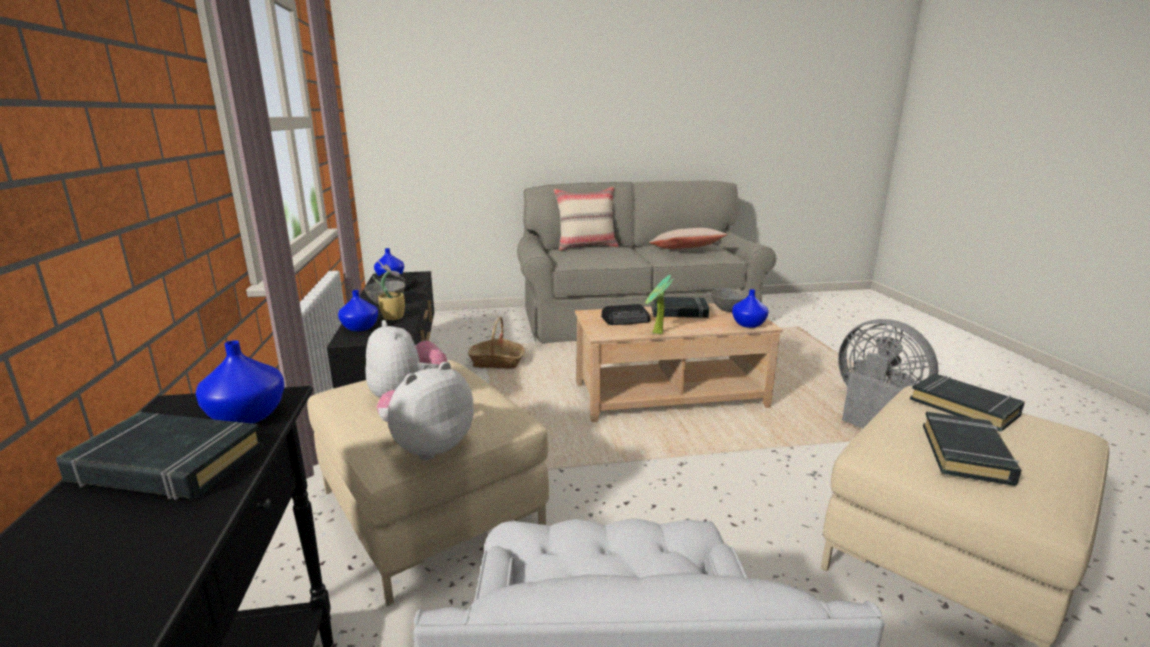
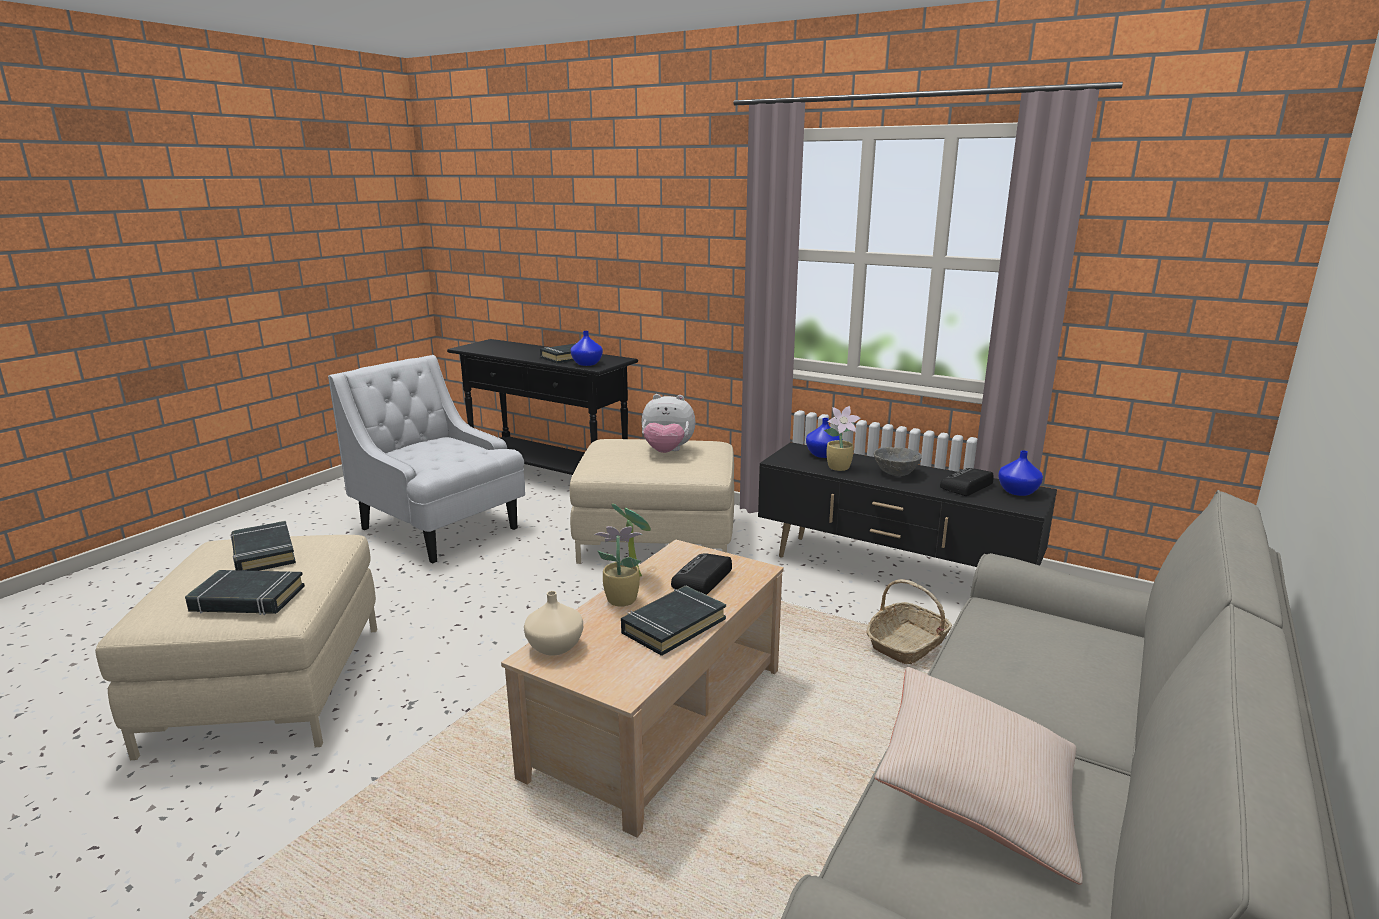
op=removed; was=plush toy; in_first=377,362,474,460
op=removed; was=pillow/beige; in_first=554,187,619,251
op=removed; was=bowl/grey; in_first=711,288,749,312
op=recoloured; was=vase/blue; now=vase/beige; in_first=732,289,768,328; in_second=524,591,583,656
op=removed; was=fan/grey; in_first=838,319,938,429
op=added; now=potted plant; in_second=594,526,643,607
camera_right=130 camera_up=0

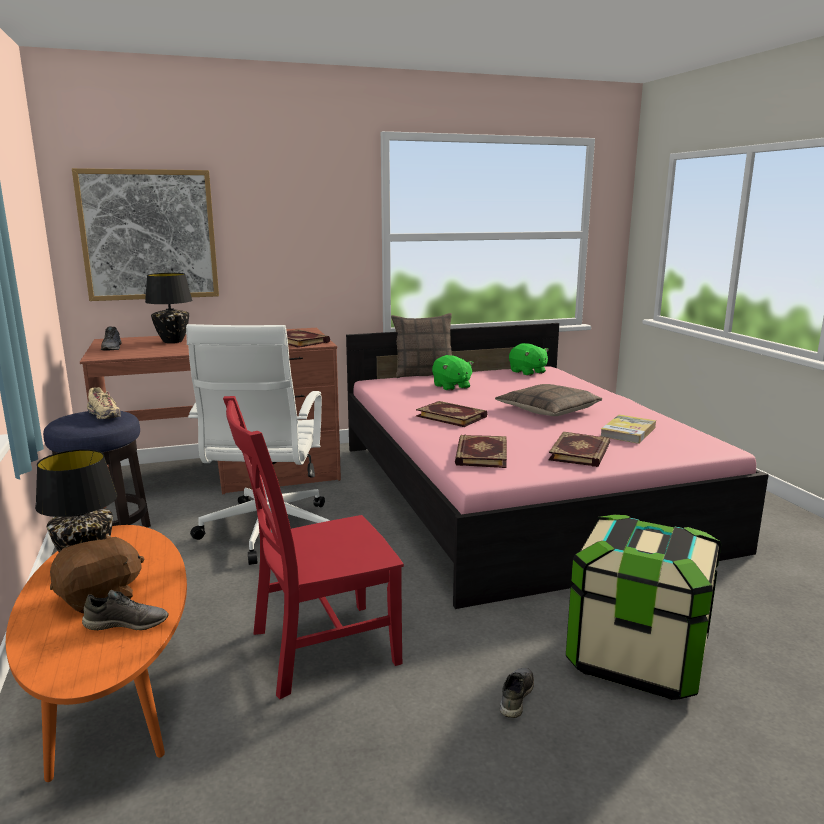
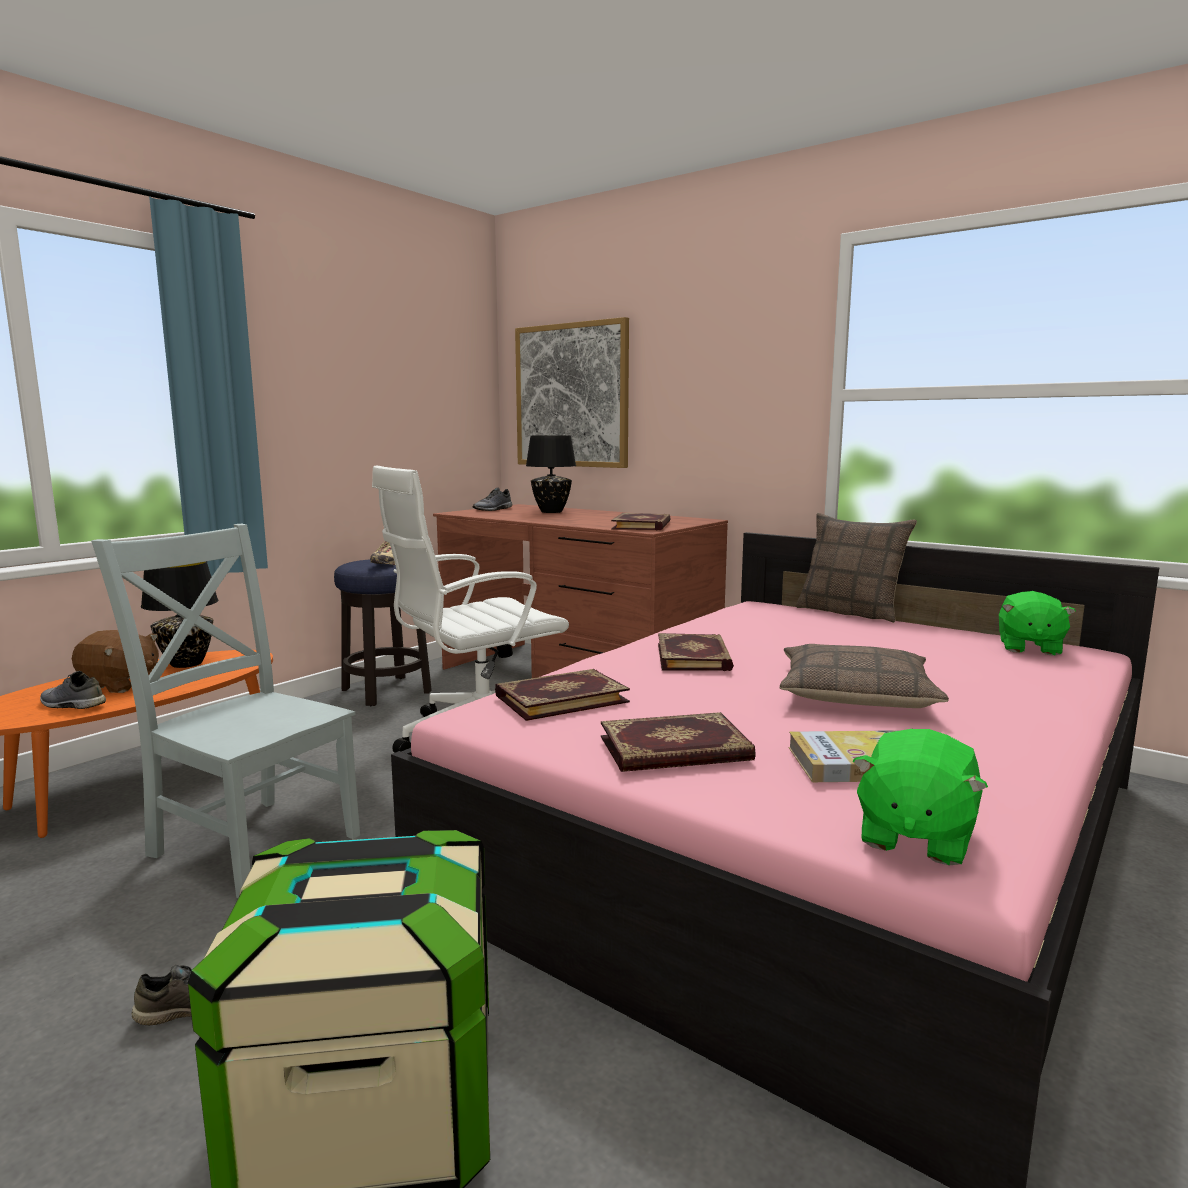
op=turned; was=shoe/grey; in_first=82,590,169,630; in_second=40,671,106,709; clockwise=150
op=recoloured; was=chair/red; now=chair/grey; in_first=223,396,404,699; in_second=91,524,360,898
op=moved; was=plush toy/green; in_first=432,355,474,391; in_second=852,729,988,866
camera_right=55 camera_up=-5

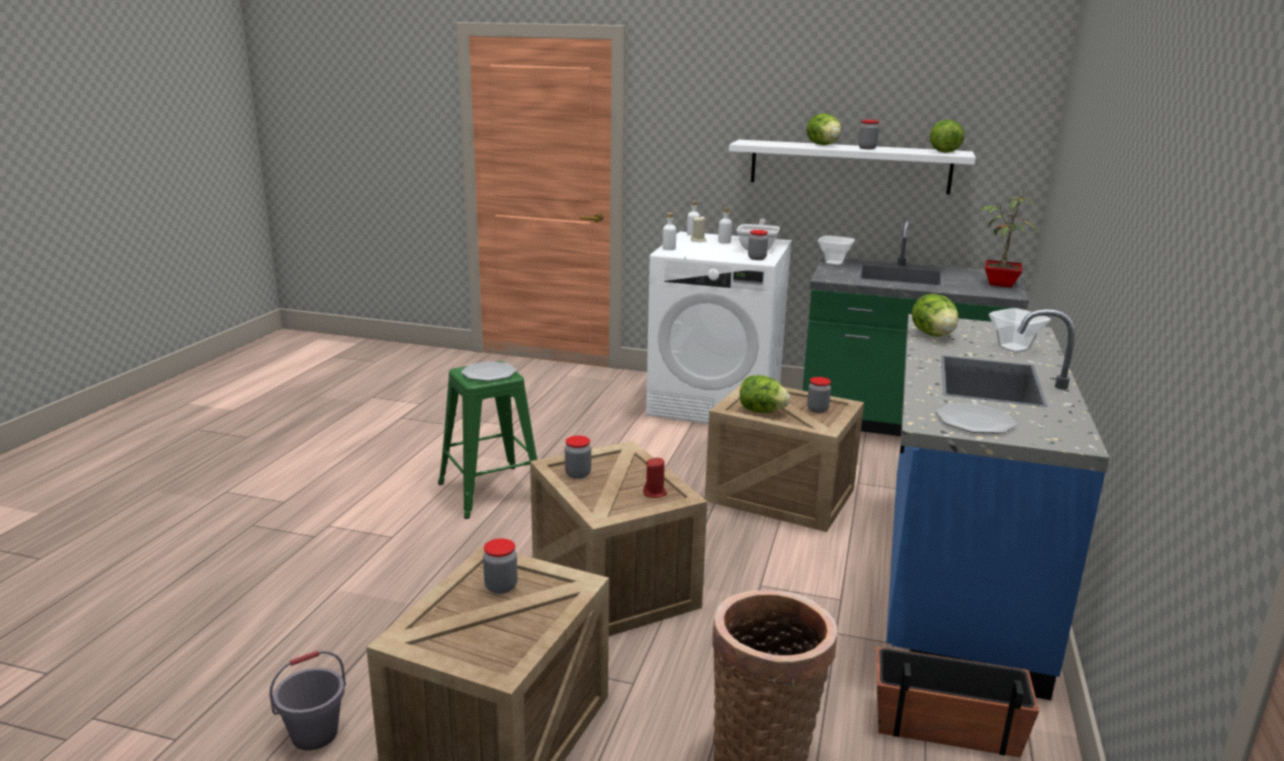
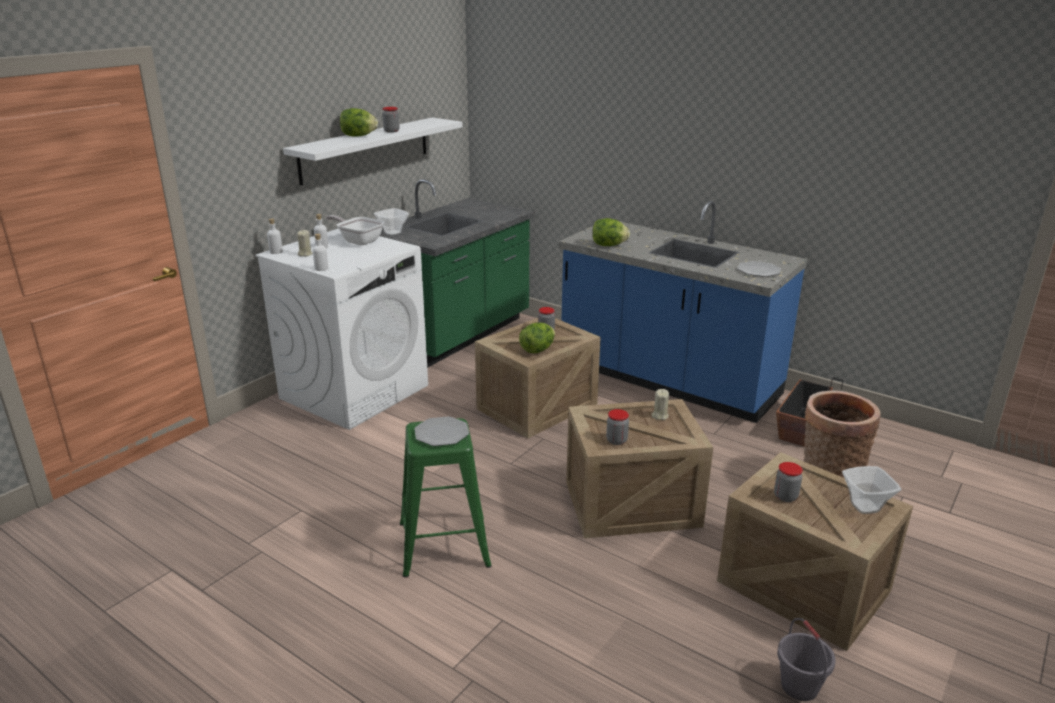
op=recoloured; was=candle/red; now=candle/beige; in_first=643,458,667,498; in_second=652,389,669,420
op=removed; was=jar; in_first=748,230,768,260
op=removed; was=lettuce; in_first=930,119,965,153
op=removed; was=potted plant; in_first=980,191,1038,287
op=moved; was=bowl; in_first=989,308,1051,353; in_second=842,466,901,514
camera_right=-70 camera_up=5

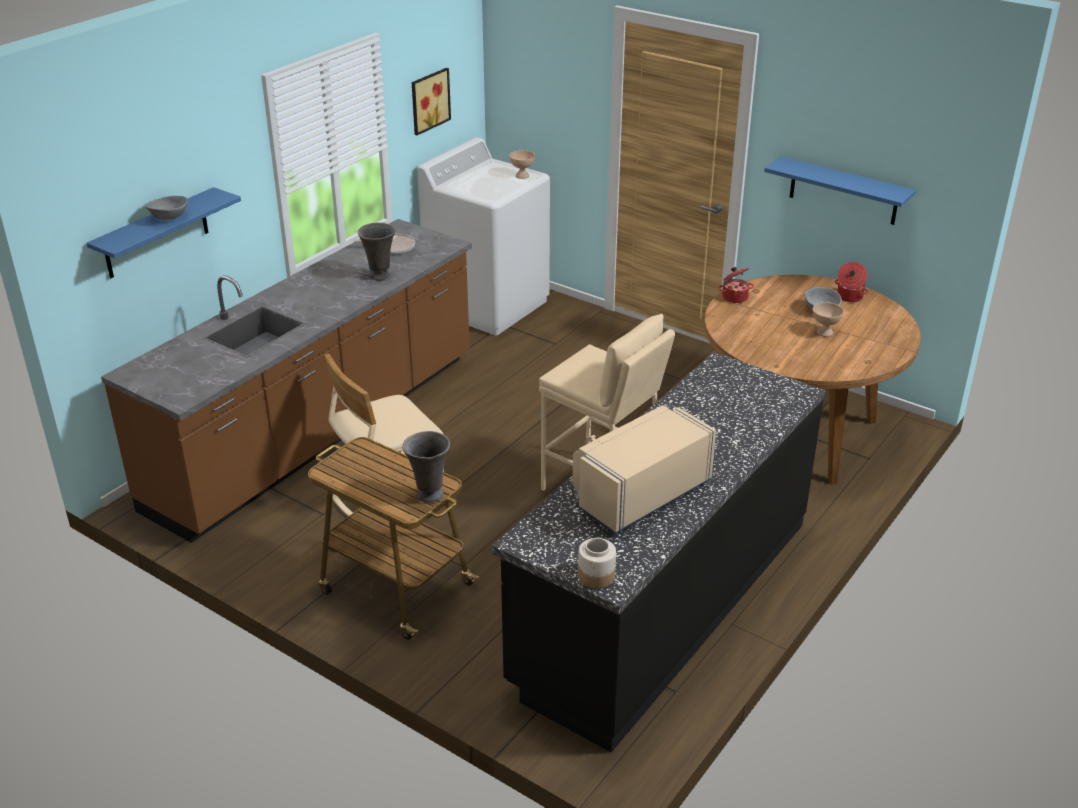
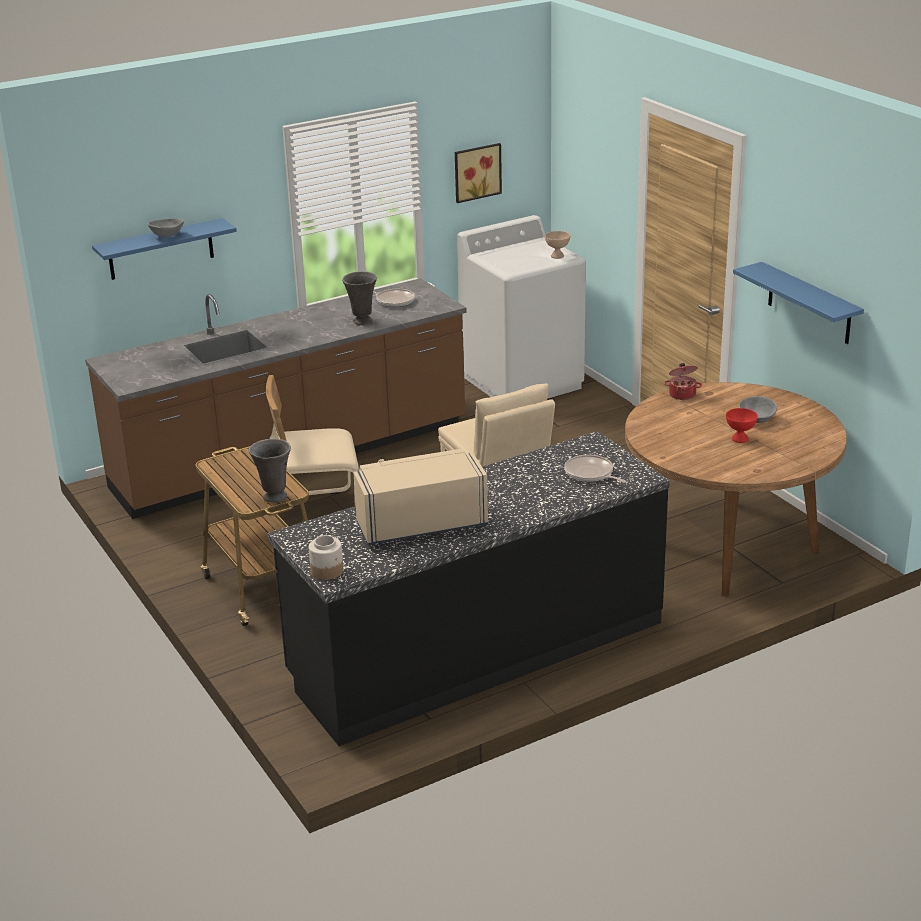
op=recoloured; was=bowl/beige; now=bowl/red; in_first=813,302,844,337; in_second=726,408,758,443
op=removed; was=cooking pot; in_first=835,262,868,302
op=added; now=frying pan; in_second=564,455,626,483
camera_right=25 camera_up=-5

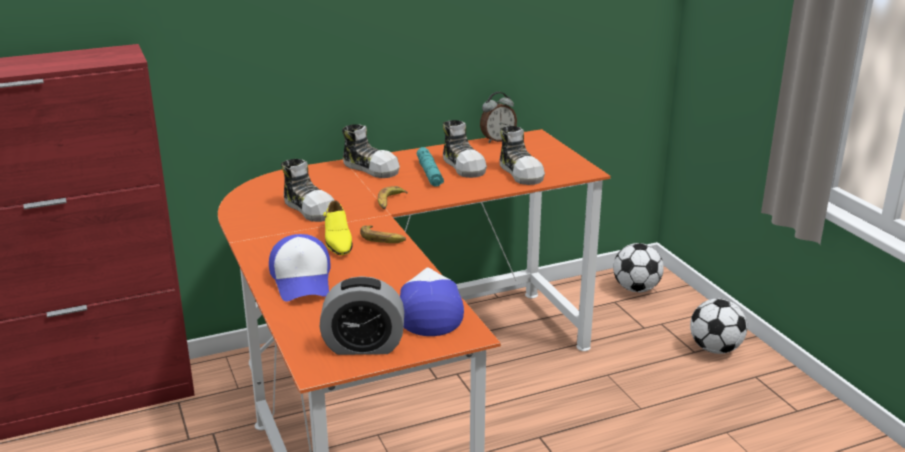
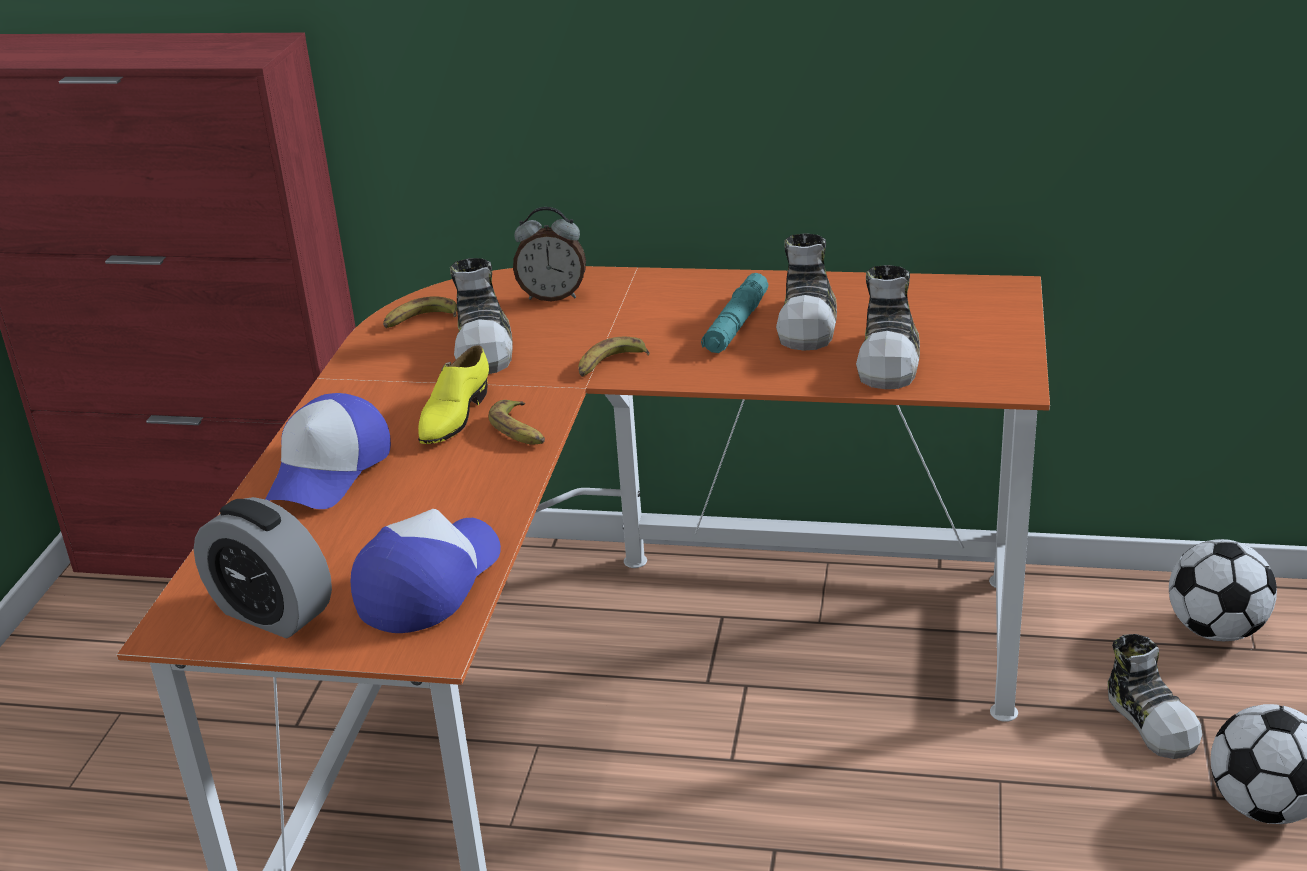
op=moved; was=shoe; in_first=342,124,400,178; in_second=1107,634,1203,759
op=moved; was=alarm clock; in_first=480,92,517,143; in_second=513,207,586,302
op=added; now=banana; in_second=383,296,457,328
camera_right=35 camera_up=5

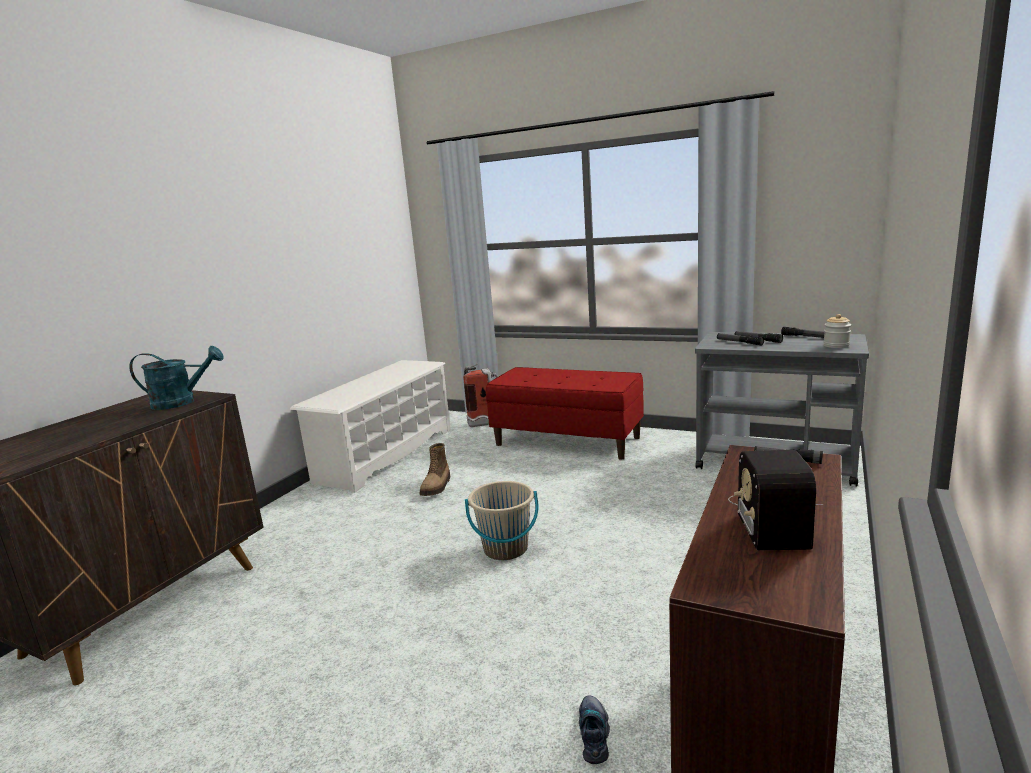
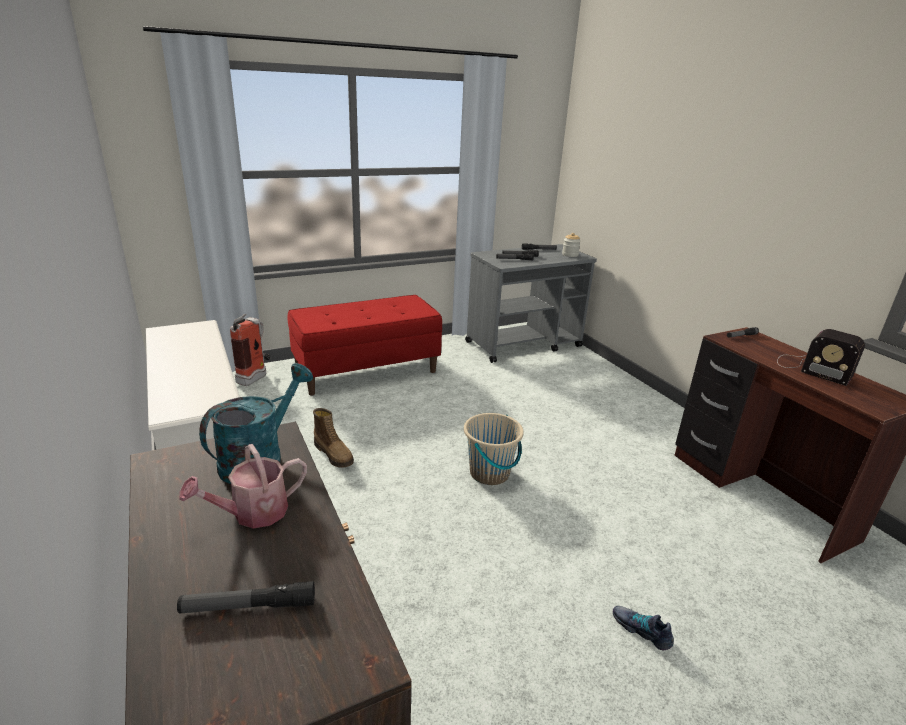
op=moved; was=shoe; in_first=579,695,610,764; in_second=613,606,674,650
op=added; now=flashlight; in_second=177,581,315,613
op=added; now=watering can; in_second=179,444,307,528
camera_right=-55 camera_up=10

